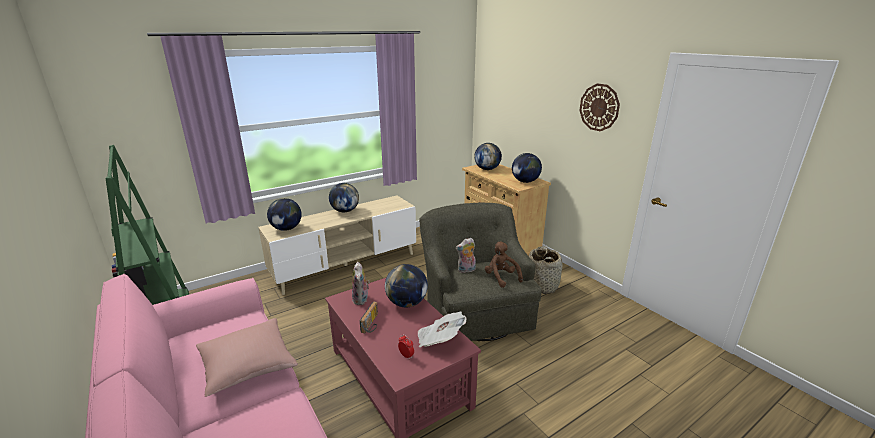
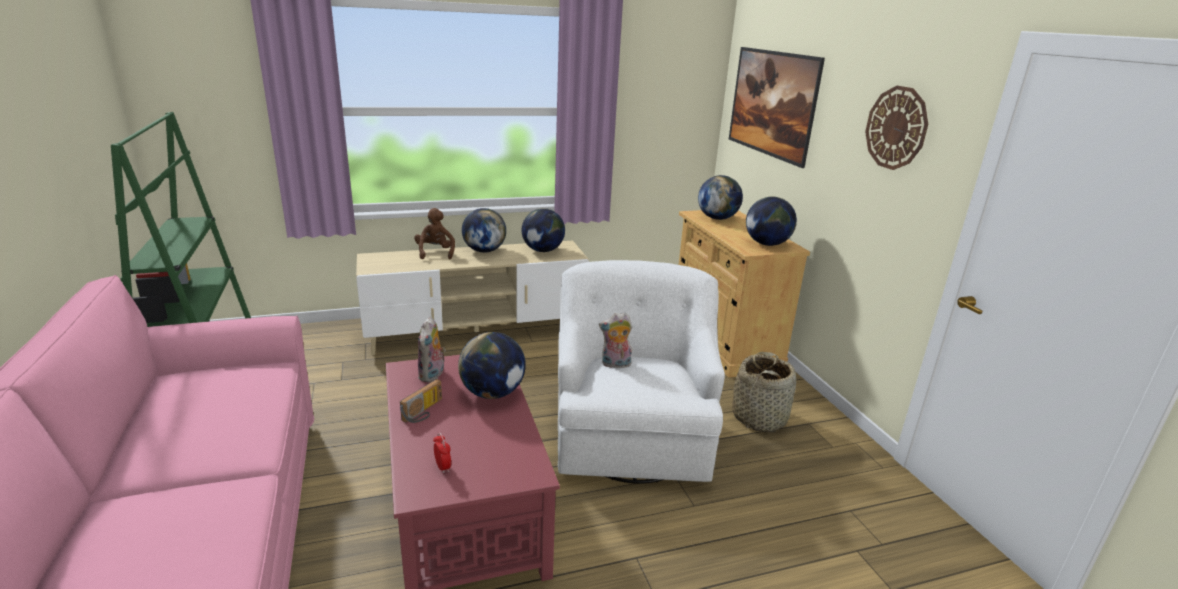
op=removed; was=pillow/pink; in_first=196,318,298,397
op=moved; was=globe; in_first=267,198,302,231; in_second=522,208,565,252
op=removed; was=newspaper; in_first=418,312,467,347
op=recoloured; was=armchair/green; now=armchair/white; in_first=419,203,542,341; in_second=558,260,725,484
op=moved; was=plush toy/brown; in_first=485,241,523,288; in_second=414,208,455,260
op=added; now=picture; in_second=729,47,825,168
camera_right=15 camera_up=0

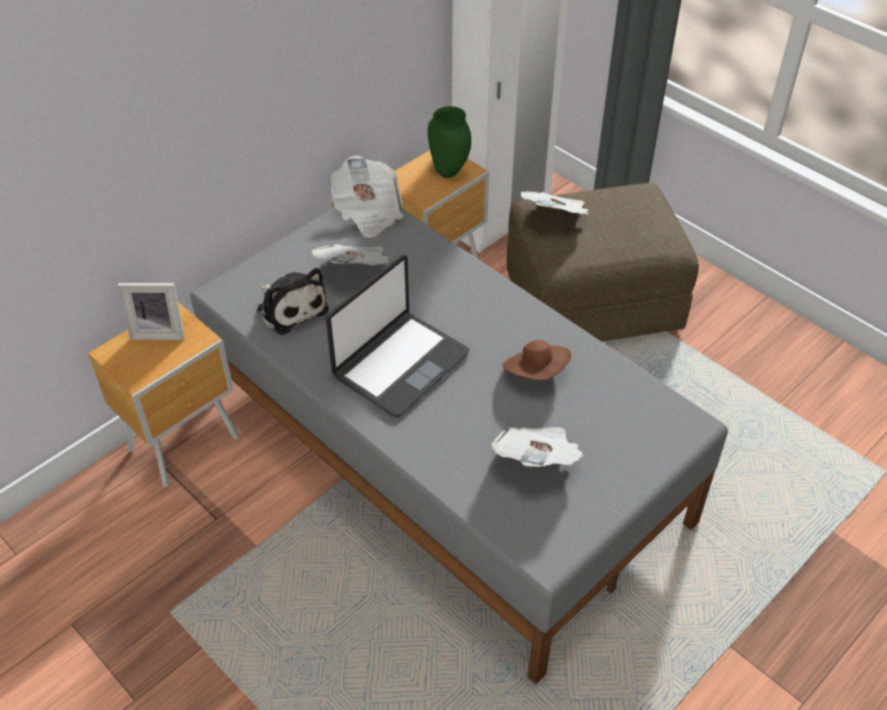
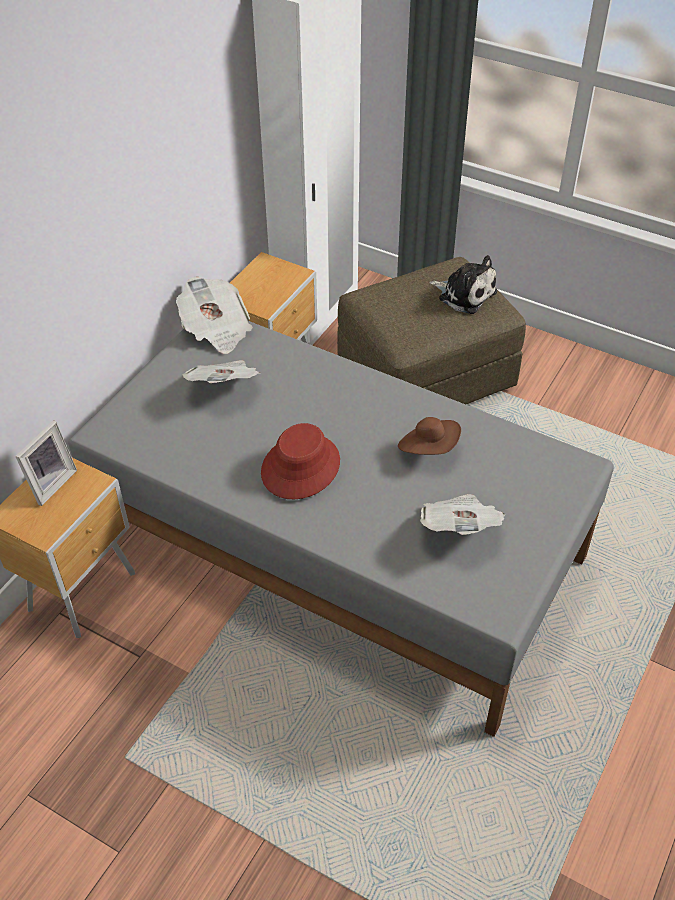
op=turned; was=picture frame; in_first=118,283,185,340; in_second=15,420,77,506; clockwise=-45
op=moved; was=plush toy; in_first=257,268,329,335; in_second=429,255,497,314
op=replaced; was=laptop; now=hat/red; in_first=326,255,470,417; in_second=261,423,340,499
op=removed; was=vase/green; in_first=428,106,471,178
op=removed; was=newspaper; in_first=520,192,589,214
camera_right=-15 camera_up=0

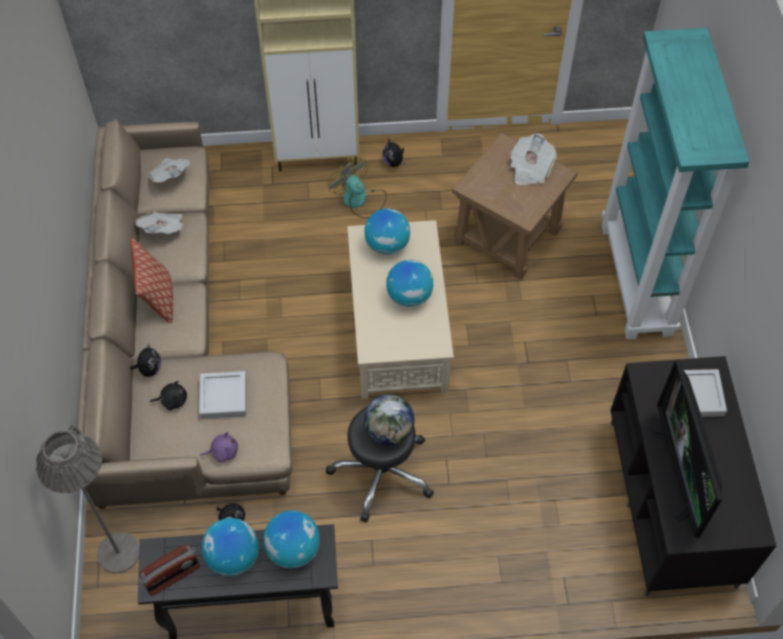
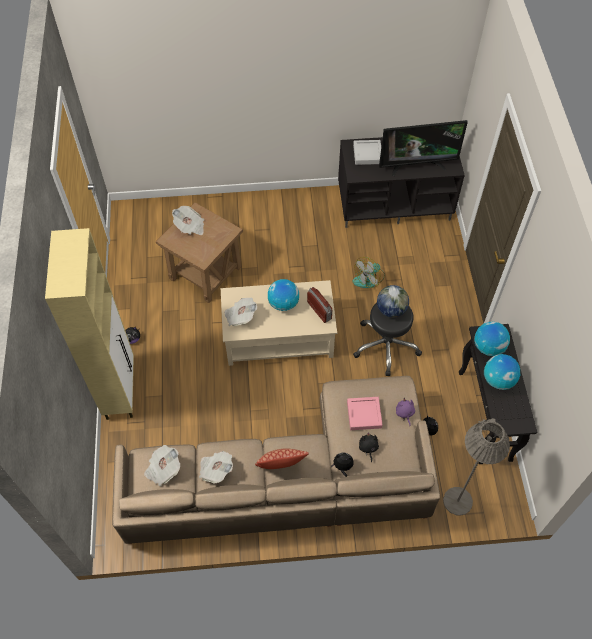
op=moved; was=radio; in_first=139,544,200,596; in_second=307,287,332,323
op=recoloured; was=tray/grey; now=tray/pink; in_first=199,371,246,419; in_second=347,397,383,430
op=moved; was=fan; in_first=328,157,387,219; in_second=353,257,385,288
op=replaced; was=globe; now=newspaper; in_first=364,208,410,254; in_second=224,297,257,326
op=removed; was=bookcase/turquoise; in_first=601,28,750,340
camera_right=-90 camera_up=0

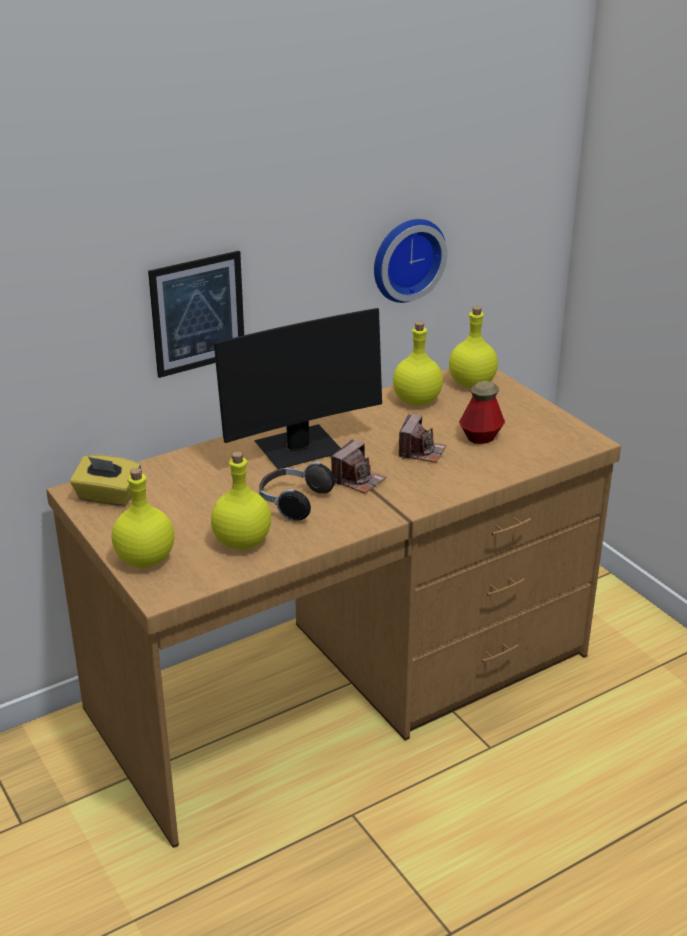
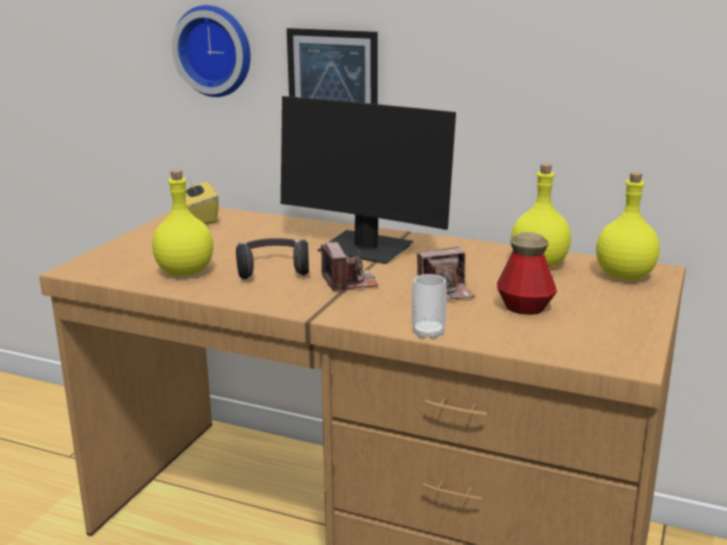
op=removed; was=bottle/yellow; in_first=112,468,174,568
op=turned; was=photo camera; in_first=331,439,386,494; in_second=321,242,378,292; clockwise=-105
op=moved; was=wall clock; in_first=374,219,447,303; in_second=172,5,251,97
op=added; now=cup; in_second=412,274,447,340
camera_right=55 camera_up=-10

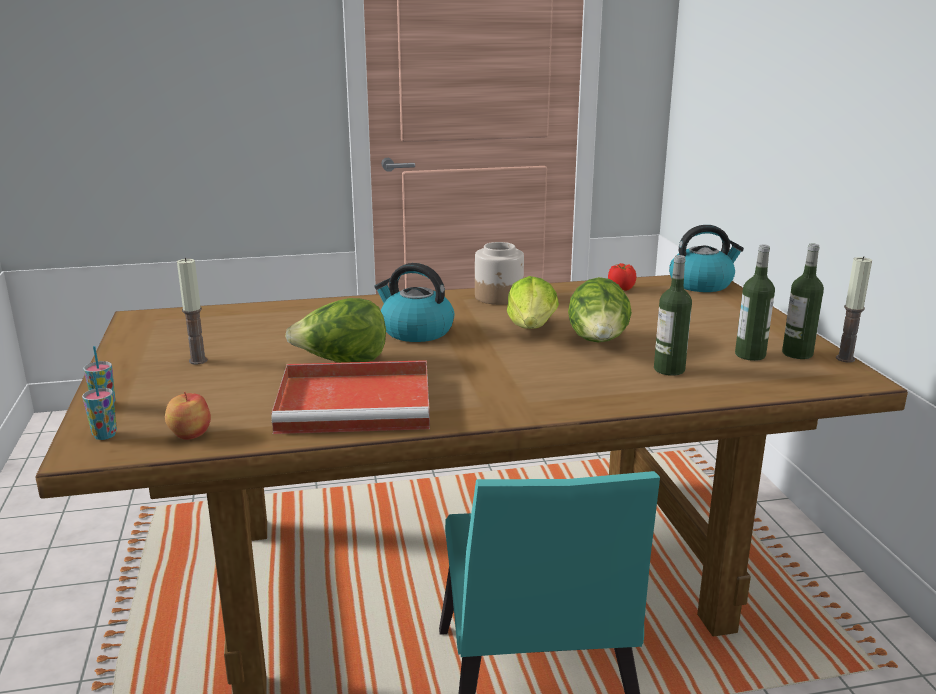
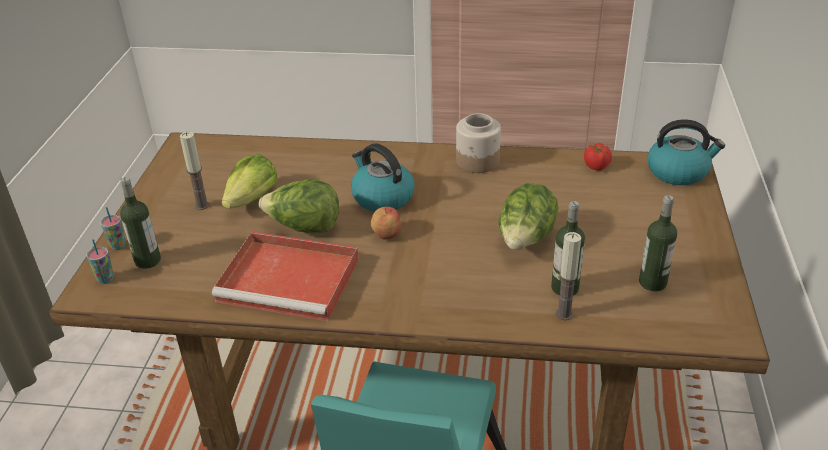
op=moved; was=apple; in_first=165,392,211,440; in_second=371,207,401,240
op=moved; was=lettuce; in_first=507,276,559,329; in_second=221,154,278,209
op=moved; was=bottle; in_first=782,244,824,359; in_second=120,177,161,269
op=moved; was=candle; in_first=836,256,872,363; in_second=556,232,581,320
camera_right=20 camera_up=15

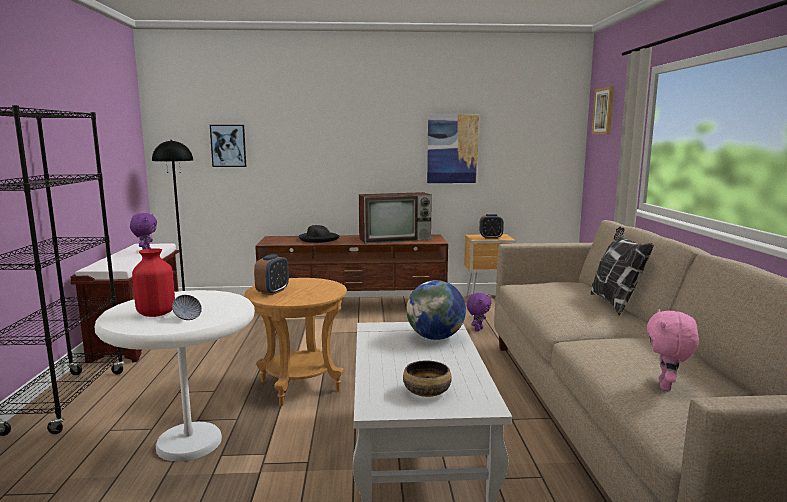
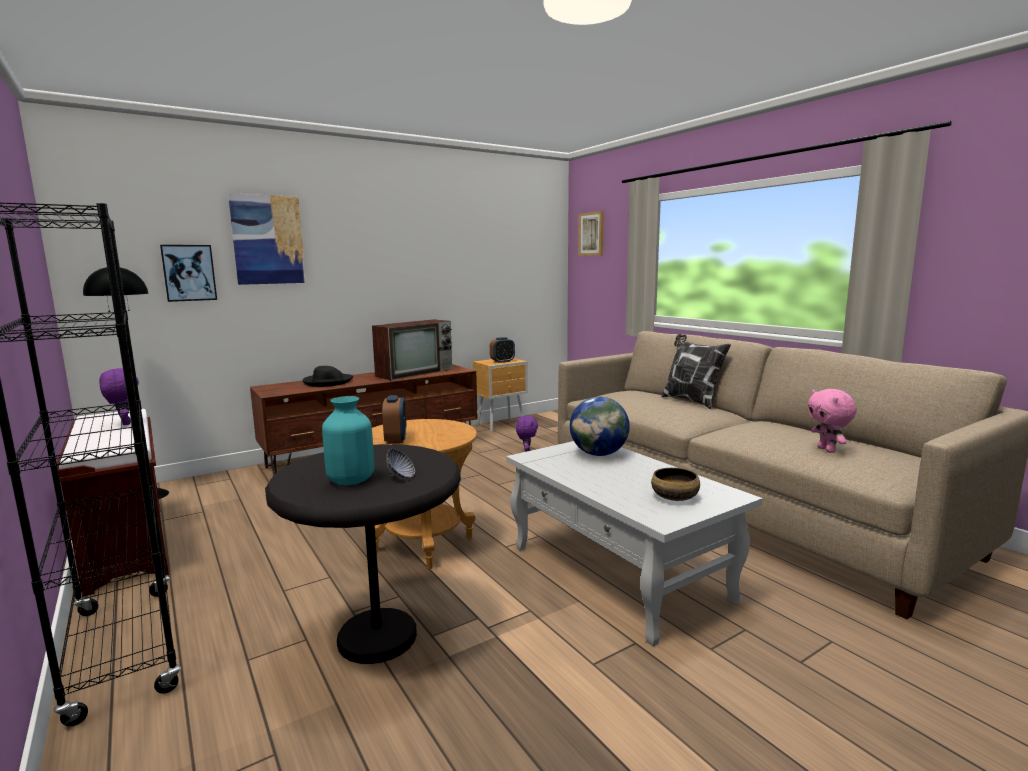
op=recoloured; was=side table/white; now=side table/black; in_first=94,290,255,462; in_second=265,444,461,664
op=recoloured; was=vase/red; now=vase/turquoise; in_first=132,248,175,317; in_second=322,396,374,485
op=moved; was=picture; in_first=427,115,479,183; in_second=228,193,306,285
camera_right=-30 camera_up=0

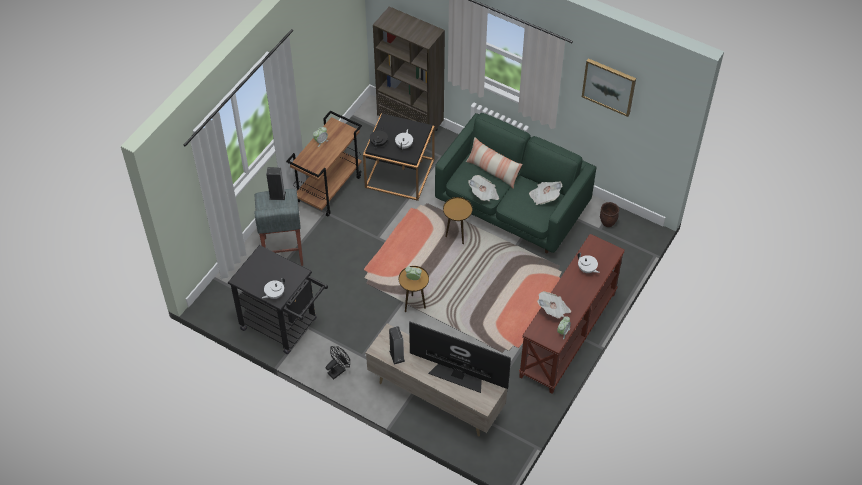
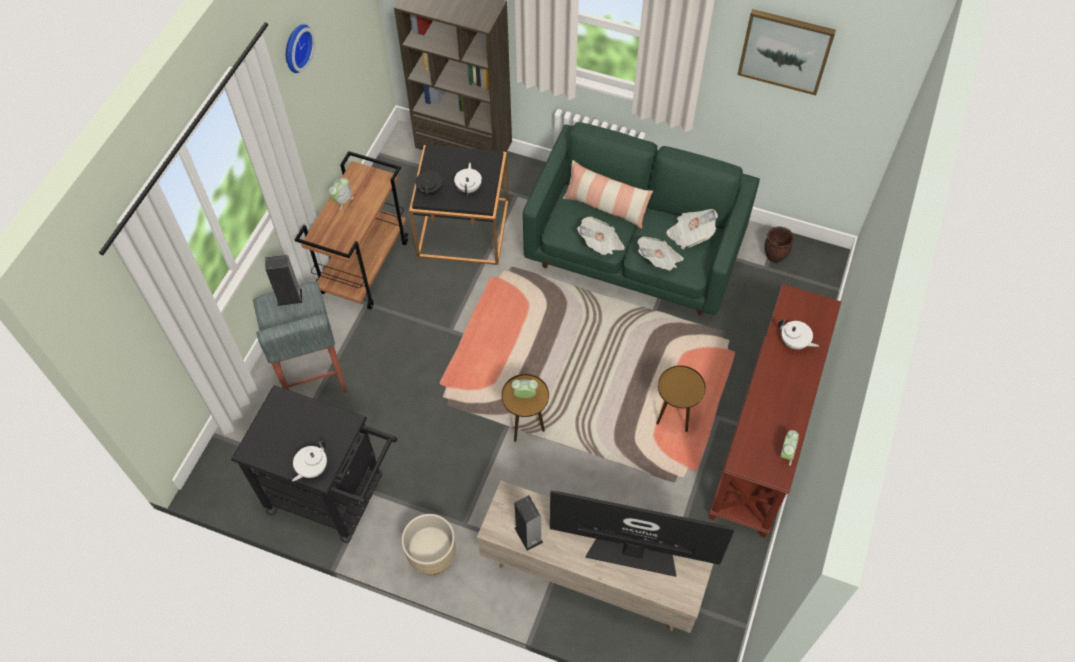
op=replaced; was=fan/black; now=planter/beige; in_first=326,346,350,379; in_second=402,514,456,575
op=moved; was=side table/brown; in_first=443,197,473,244; in_second=656,365,706,432
op=moved; was=newspaper; in_first=537,291,571,319; in_second=637,236,684,271
op=added; now=wall clock; in_second=286,24,315,73
camera_right=-10 camera_up=5

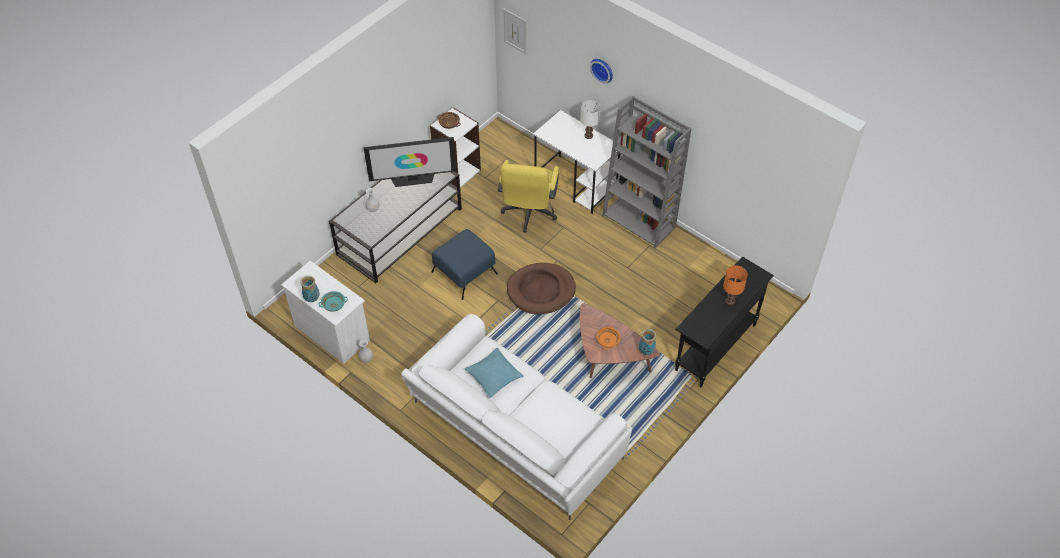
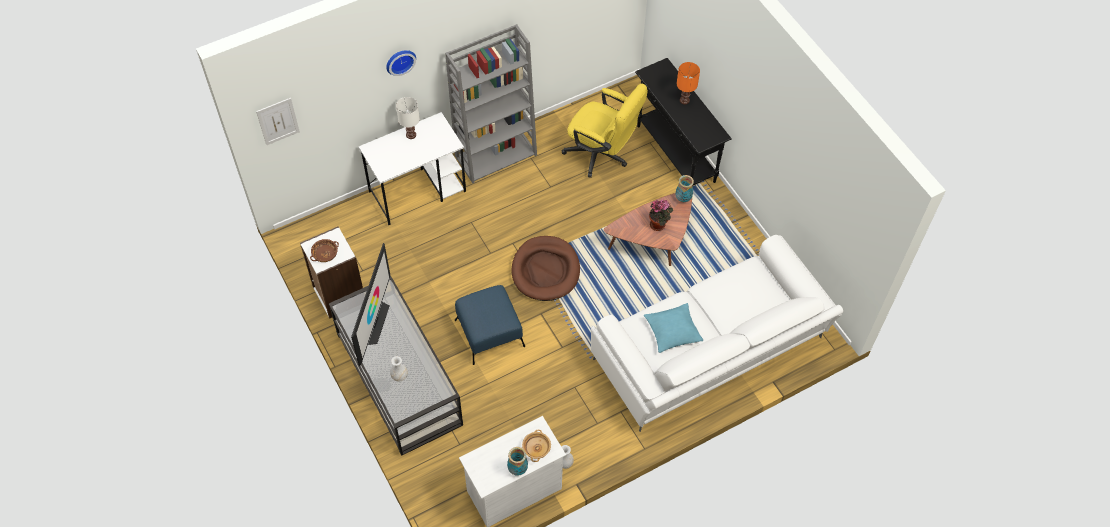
op=recoloured; was=bowl/turquoise; now=bowl/beige; in_first=319,291,348,312; in_second=522,430,551,462
op=moved; was=office chair/yellow; in_first=498,160,559,233; in_second=562,83,648,178
op=replaced; was=bowl/orange; now=potted plant; in_first=597,326,620,350; in_second=649,200,673,231
camera_right=-70 camera_up=5

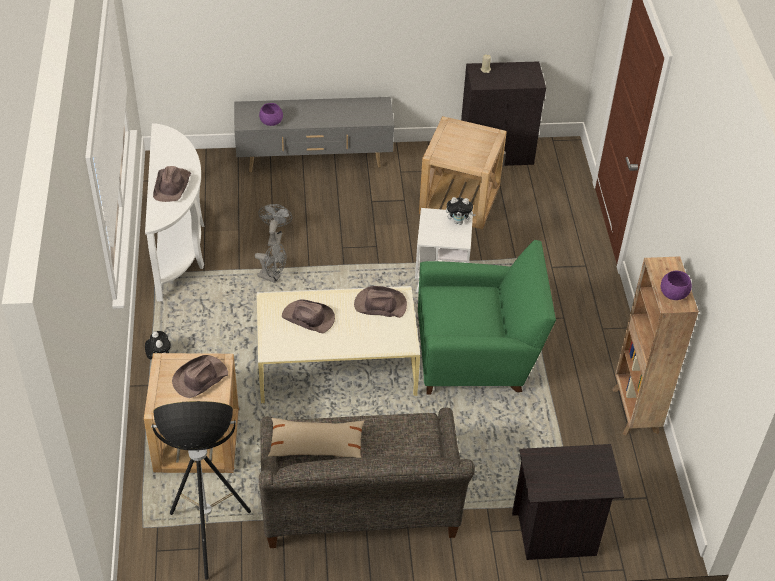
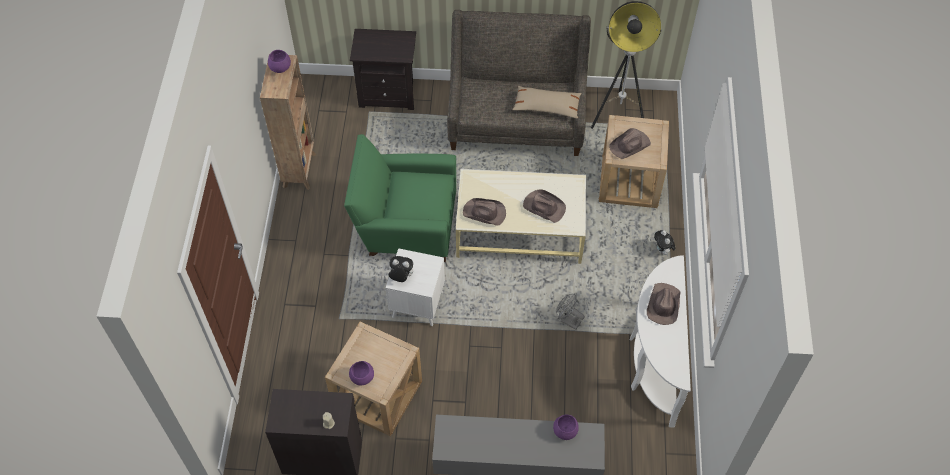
op=removed; was=fan/grey; in_first=258,204,292,246
op=added; now=bowl/purple; in_second=349,361,374,385
camera_right=-170 camera_up=10

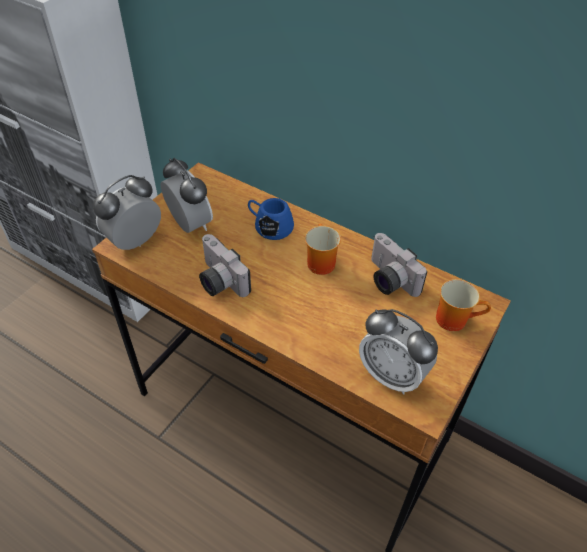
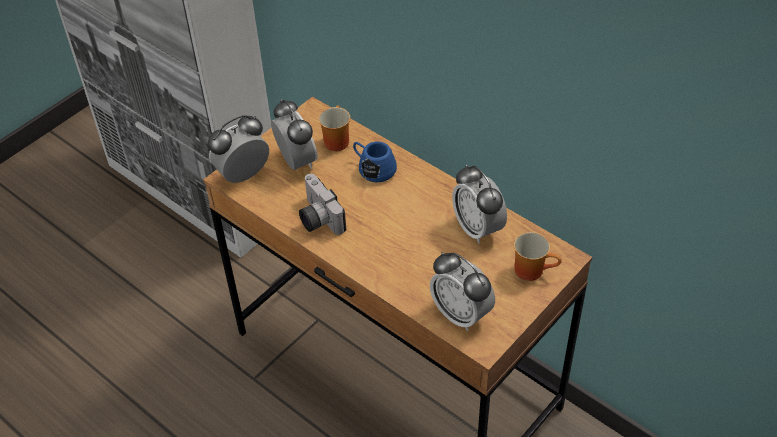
op=moved; was=mug; in_first=305,224,341,275; in_second=318,105,350,151
op=replaced; was=photo camera; now=alarm clock; in_first=371,233,427,297; in_second=452,165,507,244
camera_right=10 camera_up=0

